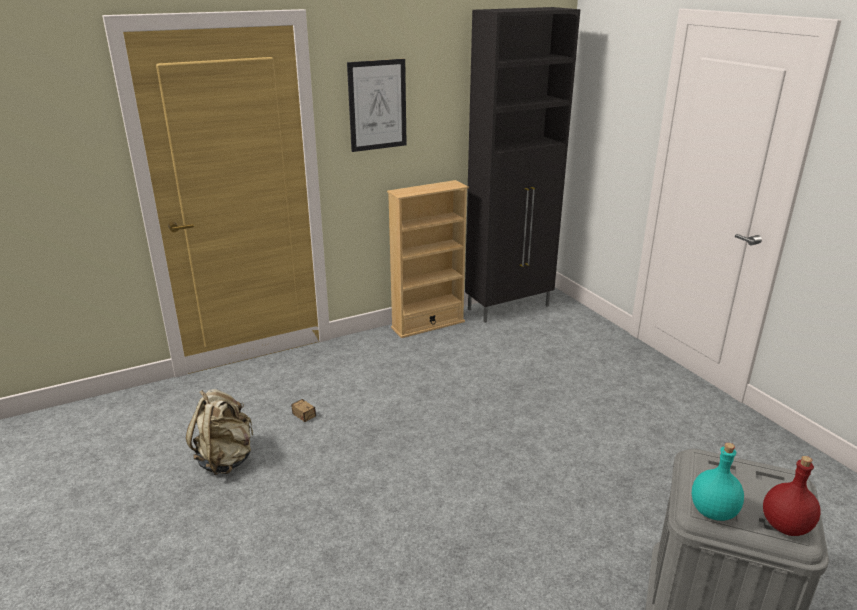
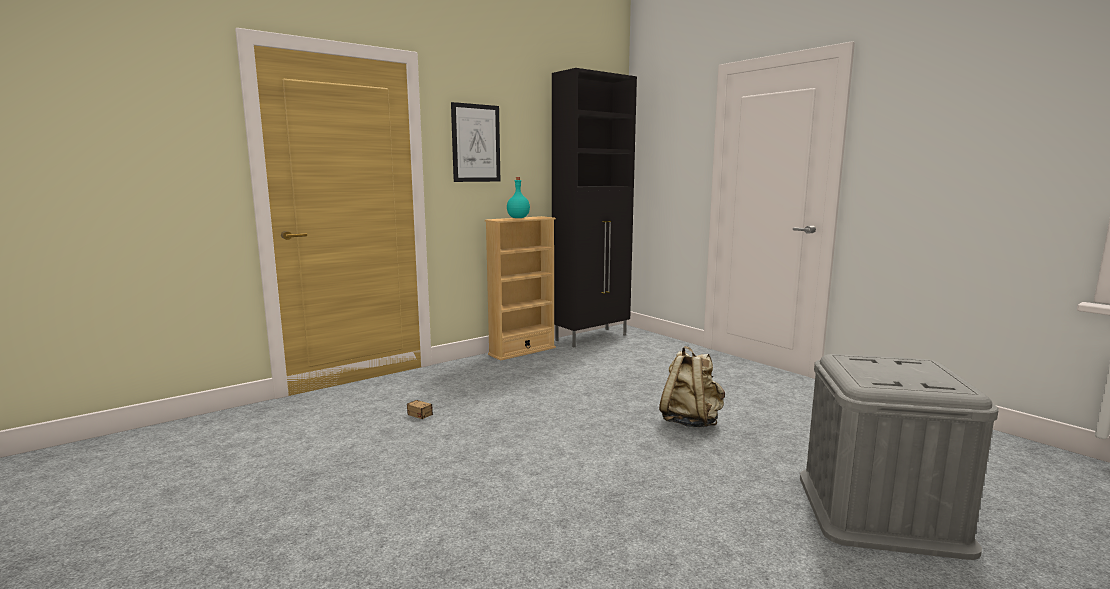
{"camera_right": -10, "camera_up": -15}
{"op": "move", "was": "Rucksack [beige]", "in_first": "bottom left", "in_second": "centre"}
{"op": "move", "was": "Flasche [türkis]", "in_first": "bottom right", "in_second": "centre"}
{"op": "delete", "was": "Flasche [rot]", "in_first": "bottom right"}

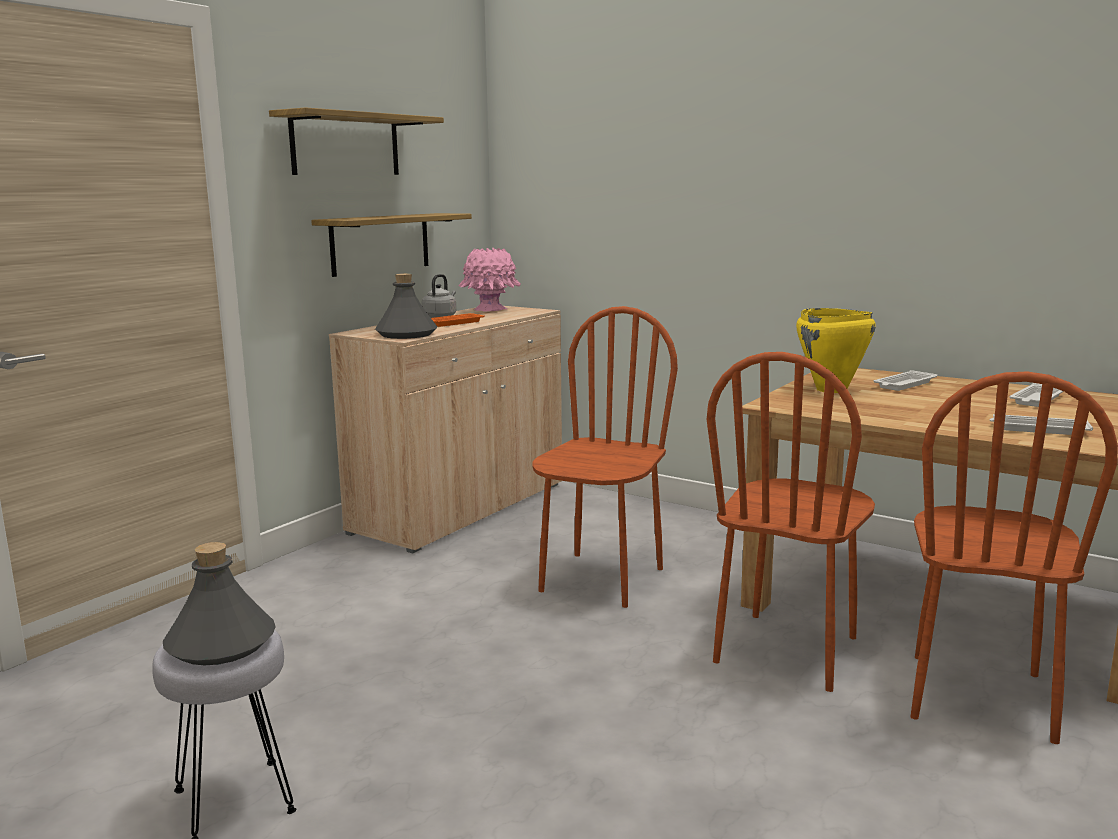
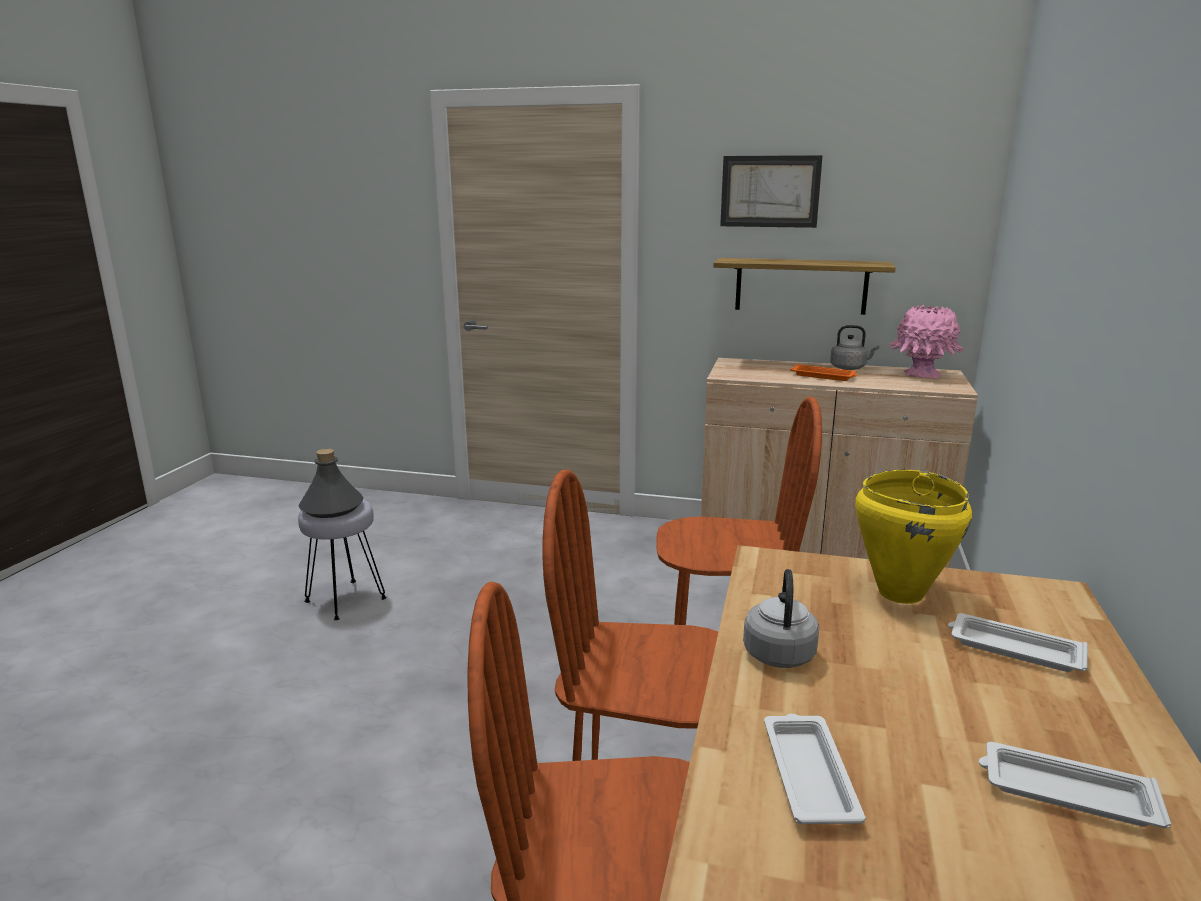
{"camera_right": 70, "camera_up": 5}
{"op": "replace", "was": "Wandregal (1st from left)", "now": "Bild", "in_first": "top left", "in_second": "top centre"}
{"op": "delete", "was": "Flasche [grau] (2nd from left)", "in_first": "centre"}
{"op": "insert", "now": "Wasserkessel [grau] (1st from left)", "in_second": "bottom centre"}

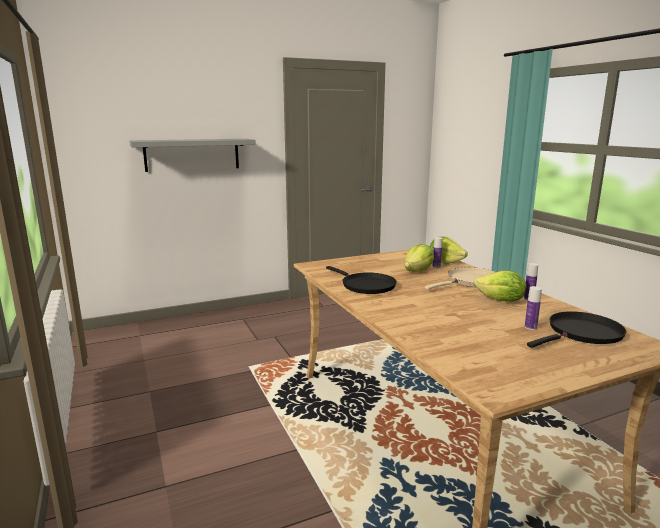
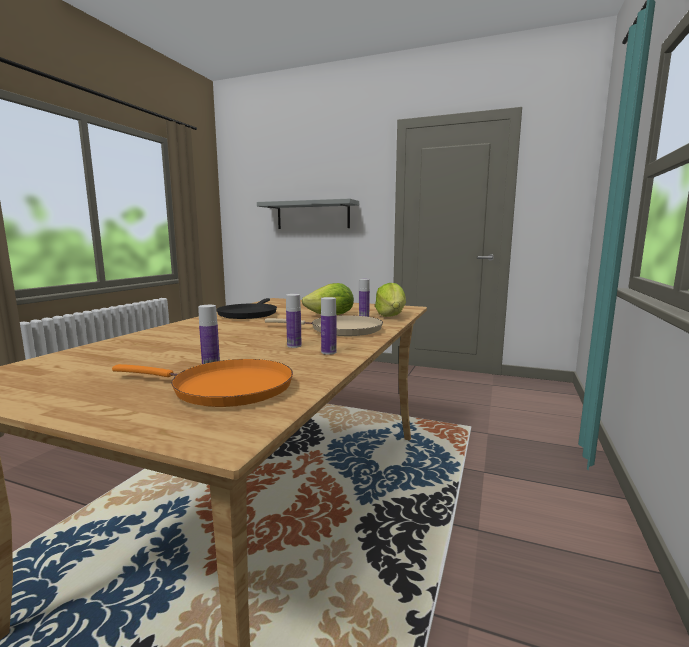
{"camera_right": 45, "camera_up": -5}
{"op": "replace", "was": "Salatkopf (3rd from left)", "now": "Flasche (2nd from left)", "in_first": "middle right", "in_second": "centre"}
{"op": "recolor", "was": "Pfanne [schwarz] (2nd from left)", "now": "Pfanne [orange]", "in_first": "middle right", "in_second": "middle left"}

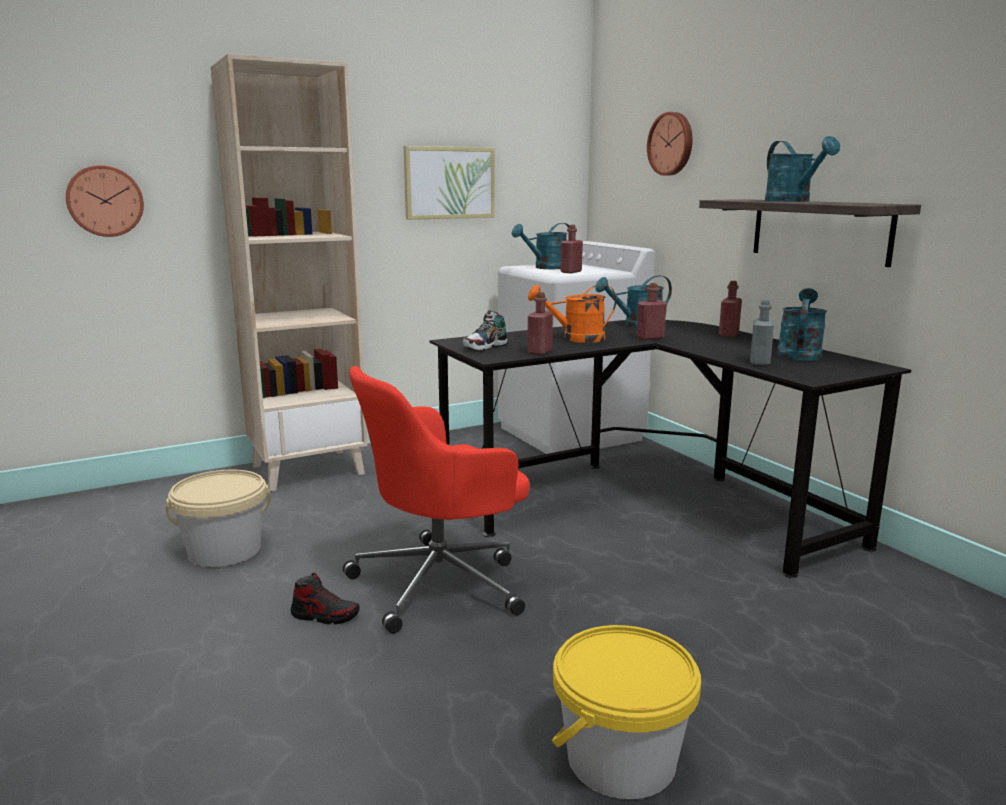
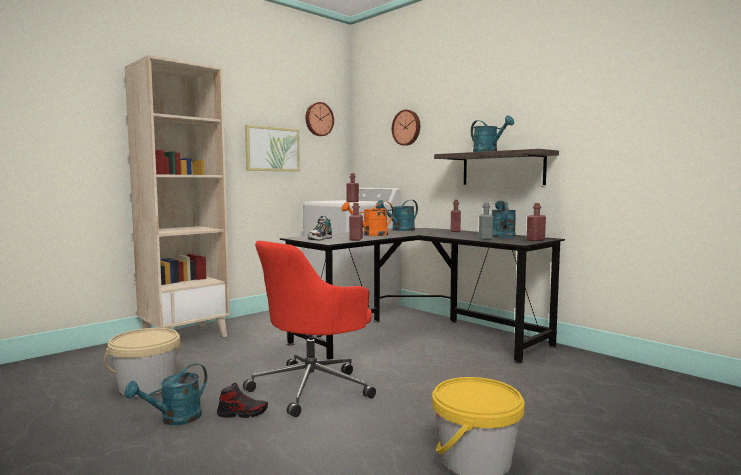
{"camera_right": -15, "camera_up": -10}
{"op": "move", "was": "Wanduhr (1st from left)", "in_first": "top left", "in_second": "top centre"}
{"op": "move", "was": "Gießkanne [türkis] (1st from left)", "in_first": "top centre", "in_second": "bottom left"}
{"op": "move", "was": "Flasche [rot] (3rd from left in the first image)", "now": "Flasche [rot] (4th from left)", "in_first": "centre", "in_second": "middle right"}

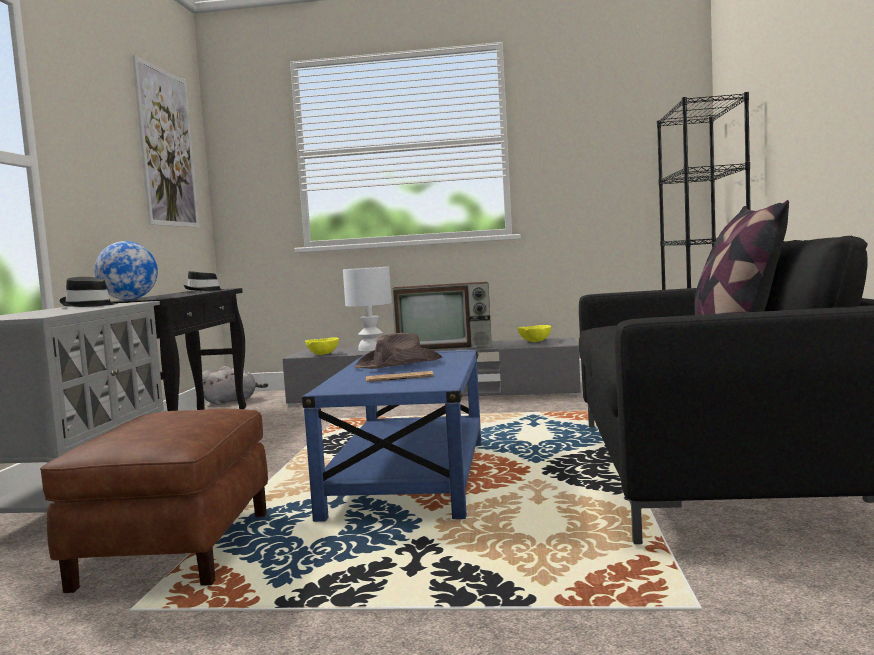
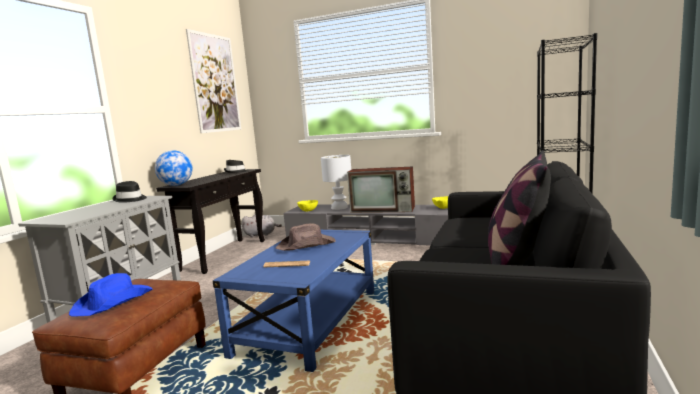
{"camera_right": 15, "camera_up": 5}
{"op": "insert", "now": "Hut [blau]", "in_second": "bottom left"}

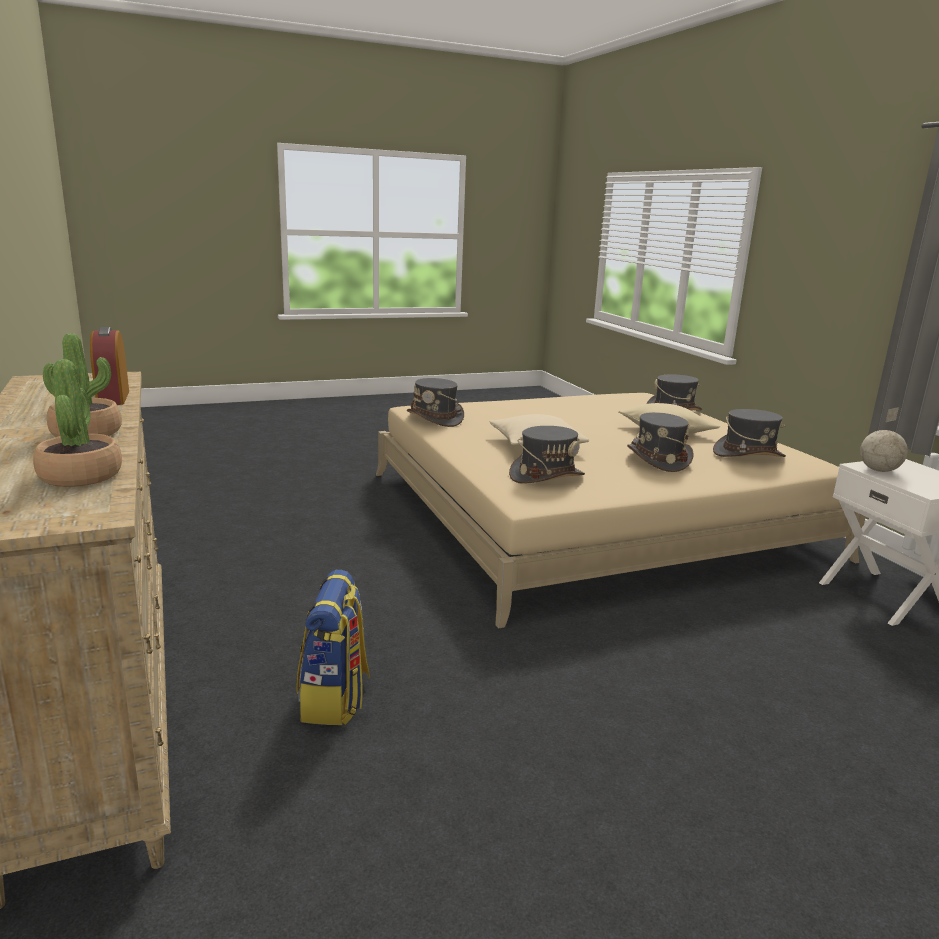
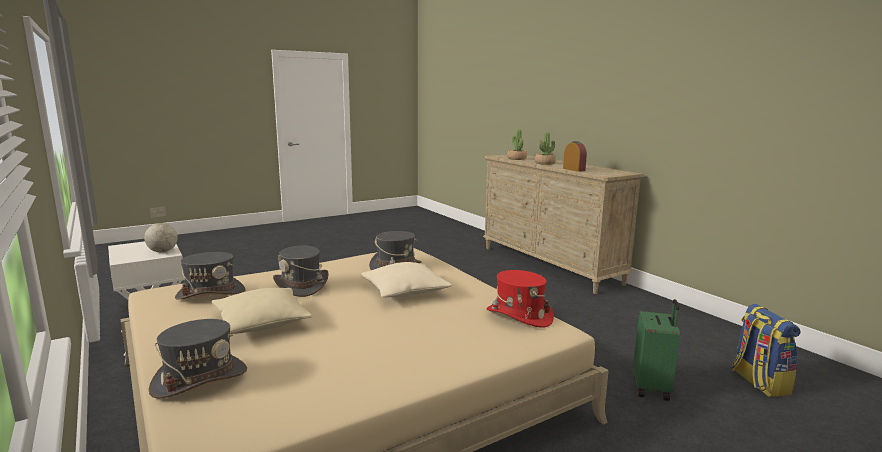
{"camera_right": 170, "camera_up": -5}
{"op": "move", "was": "Rucksack", "in_first": "bottom centre", "in_second": "bottom right"}
{"op": "recolor", "was": "Hut [grau] (1st from left)", "now": "Hut [rot]", "in_first": "centre", "in_second": "centre"}
{"op": "insert", "now": "Koffer [grün]", "in_second": "bottom right"}

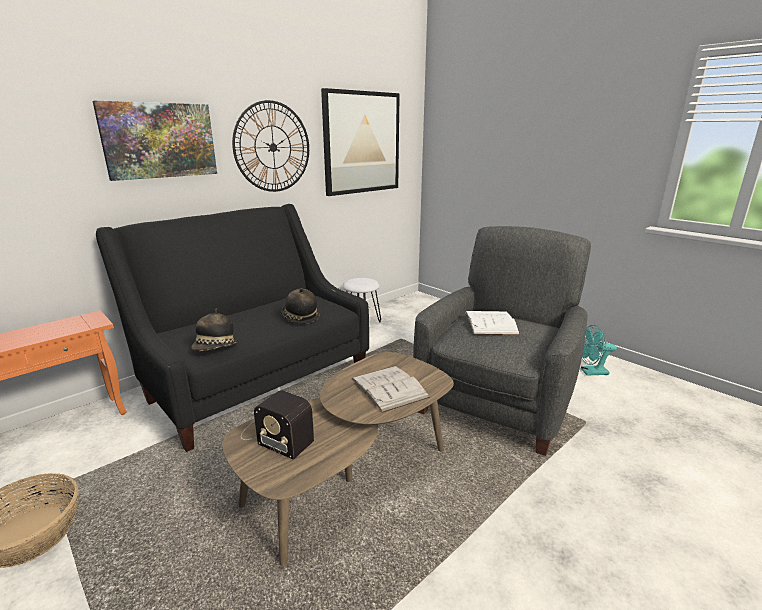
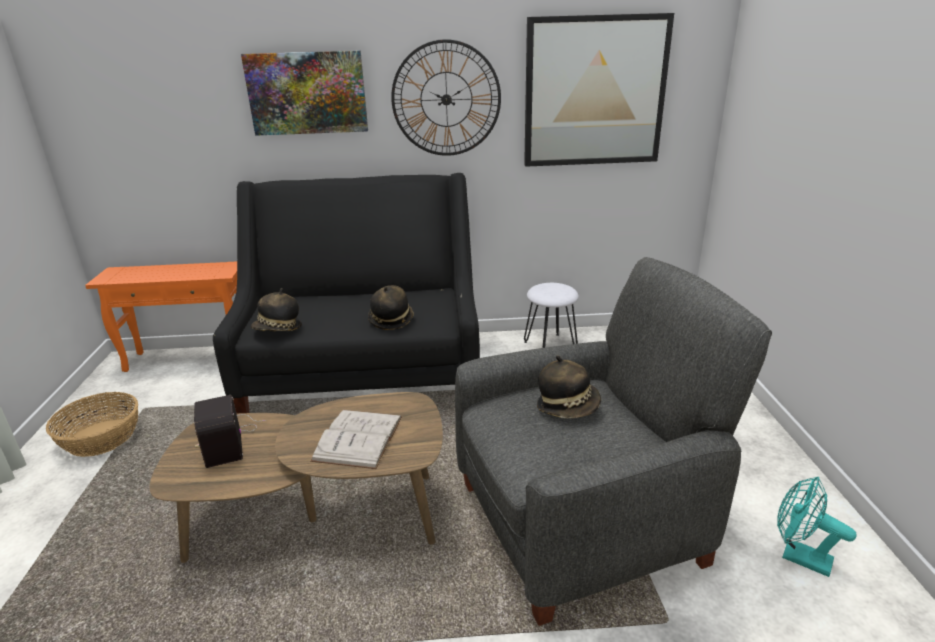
{"camera_right": 40, "camera_up": 5}
{"op": "replace", "was": "Buch [weiß] (2nd from left)", "now": "Hut (3rd from left)", "in_first": "centre", "in_second": "centre"}

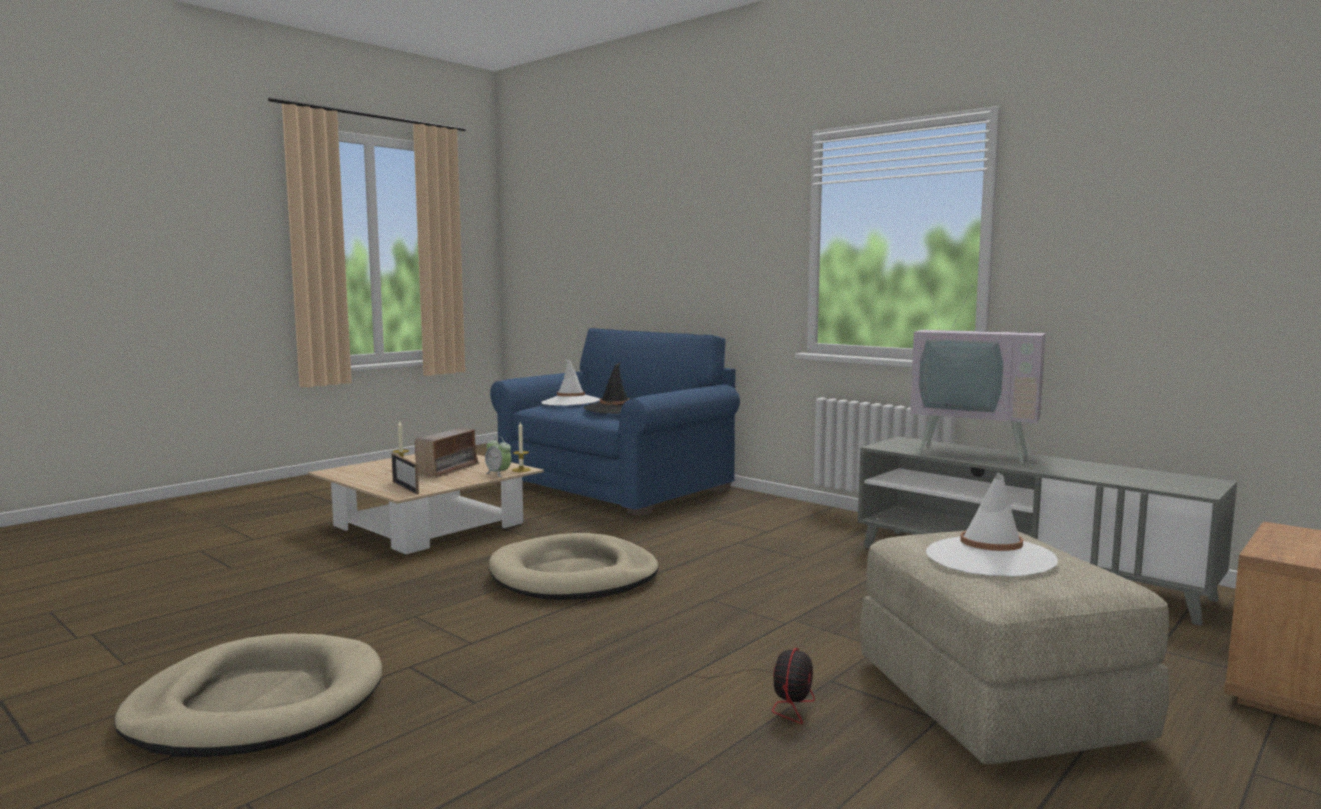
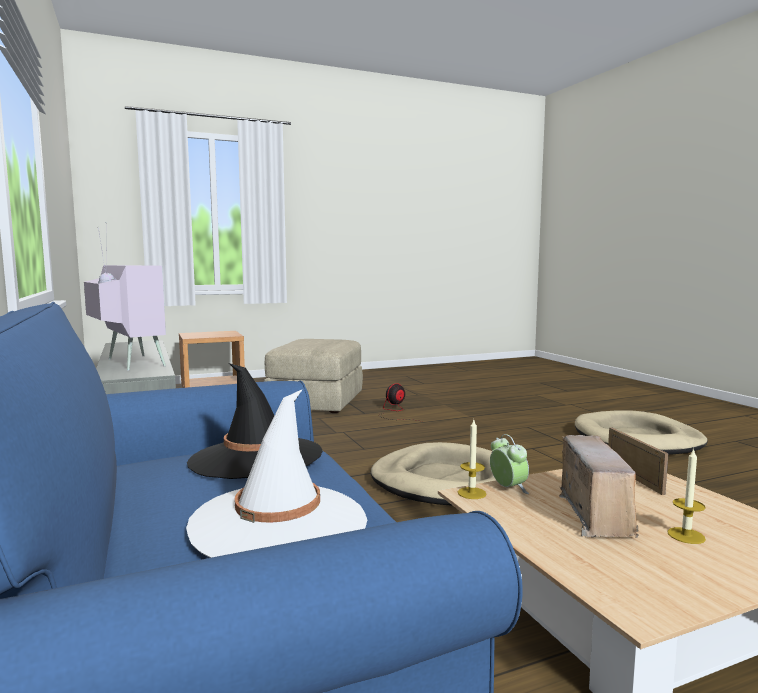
{"camera_right": -155, "camera_up": 0}
{"op": "rotate", "was": "Radio", "in_first": "centre", "in_second": "bottom right", "clockwise": 135}
{"op": "delete", "was": "Hut [weiß] (2nd from left)", "in_first": "middle right"}

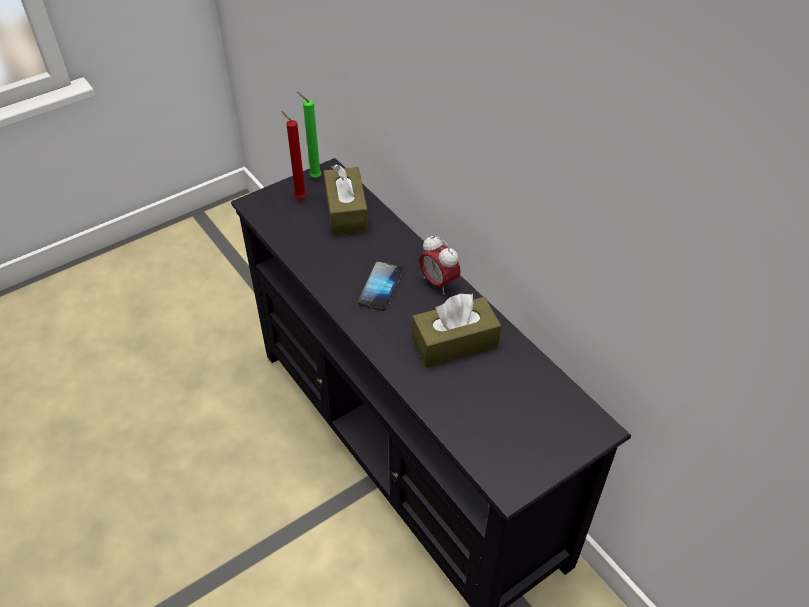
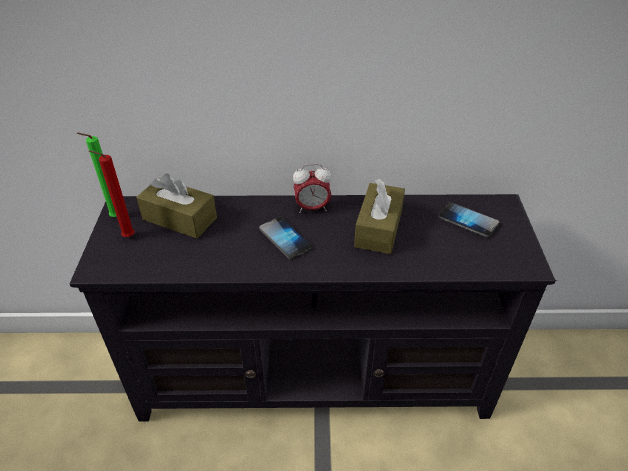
{"camera_right": -55, "camera_up": -5}
{"op": "insert", "now": "Handy (2nd from left)", "in_second": "middle right"}

